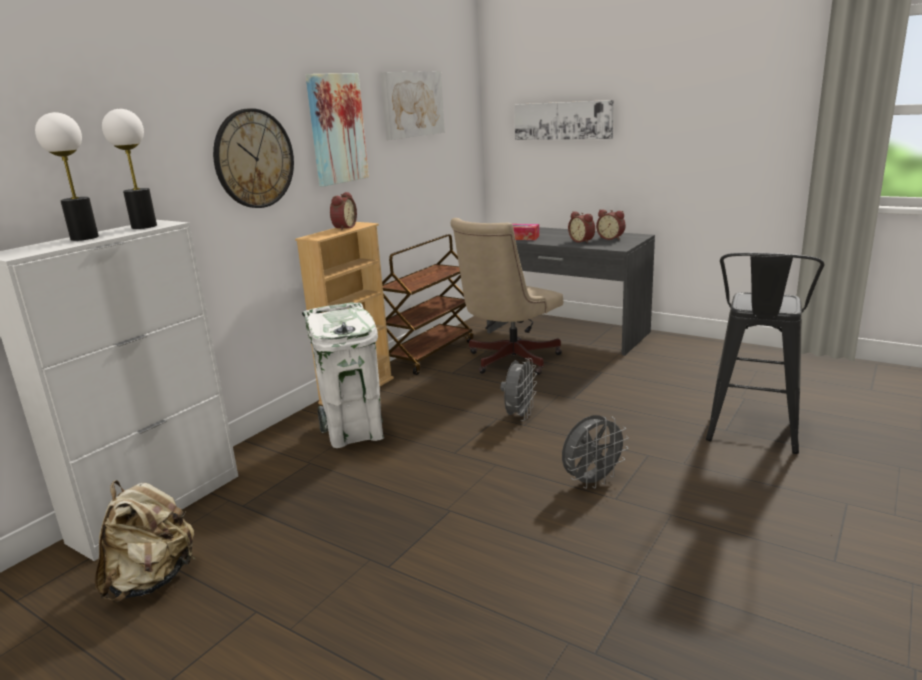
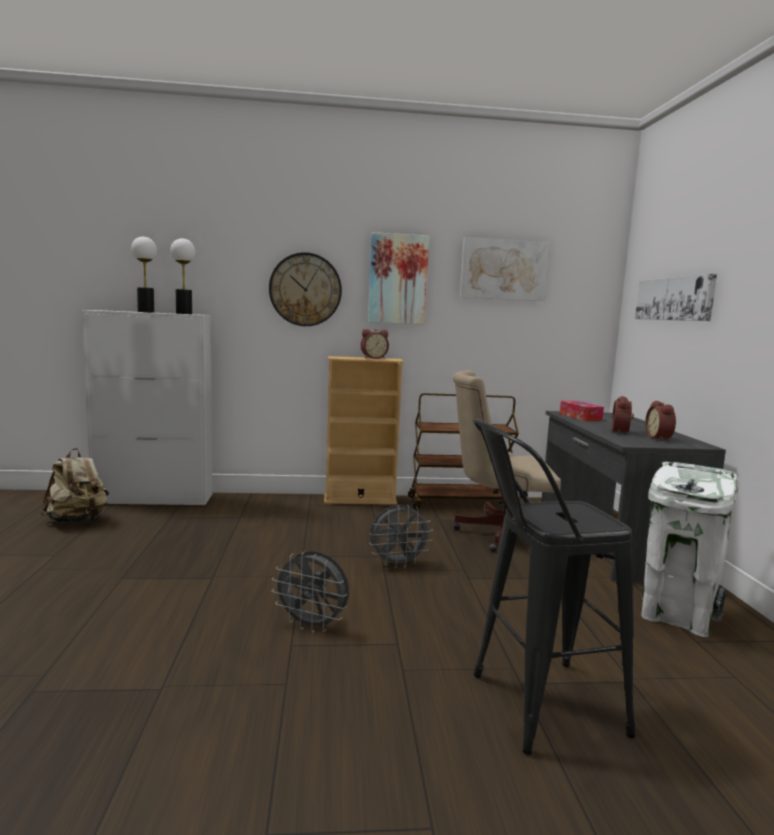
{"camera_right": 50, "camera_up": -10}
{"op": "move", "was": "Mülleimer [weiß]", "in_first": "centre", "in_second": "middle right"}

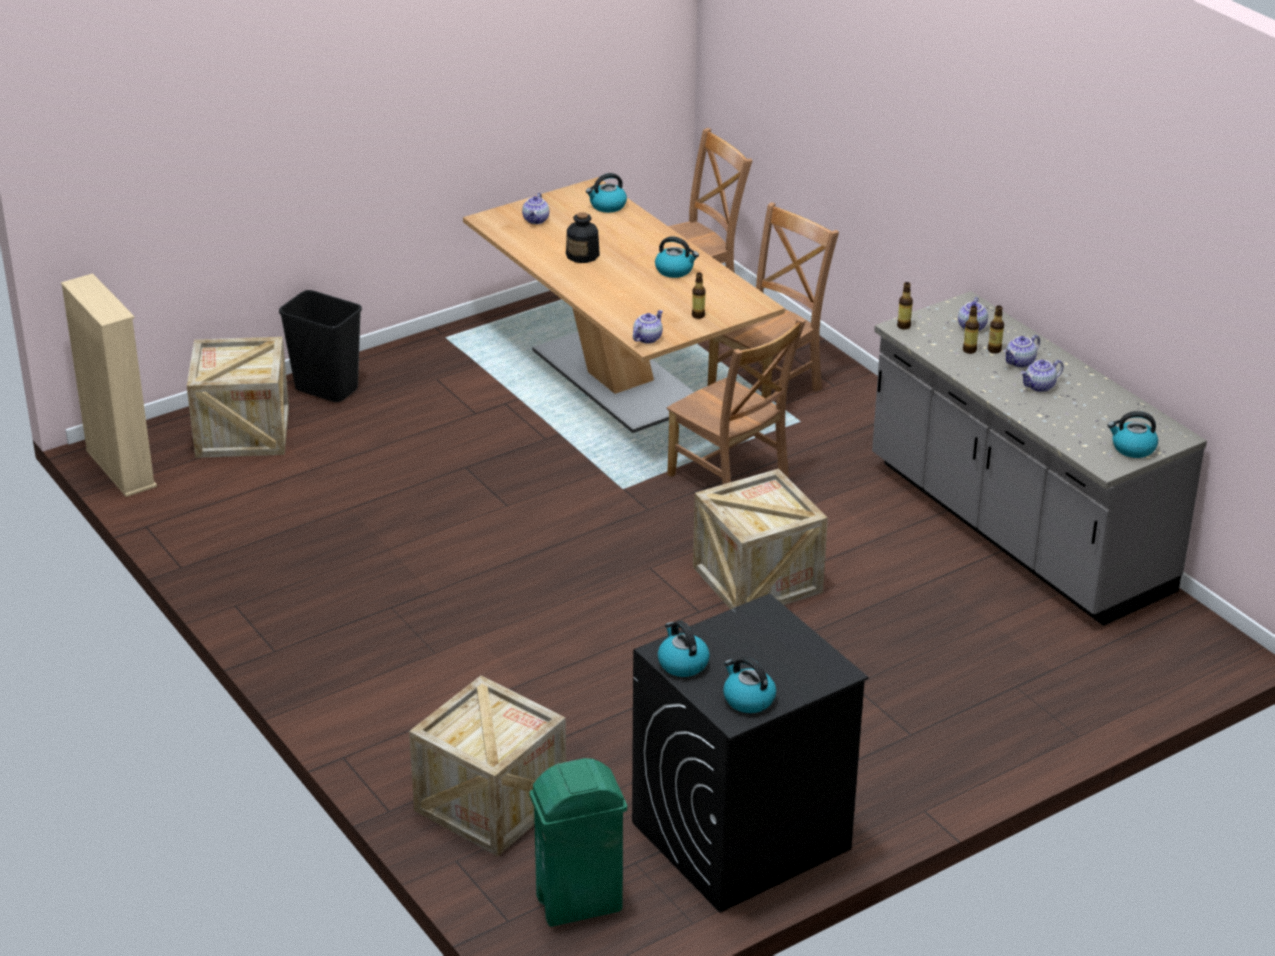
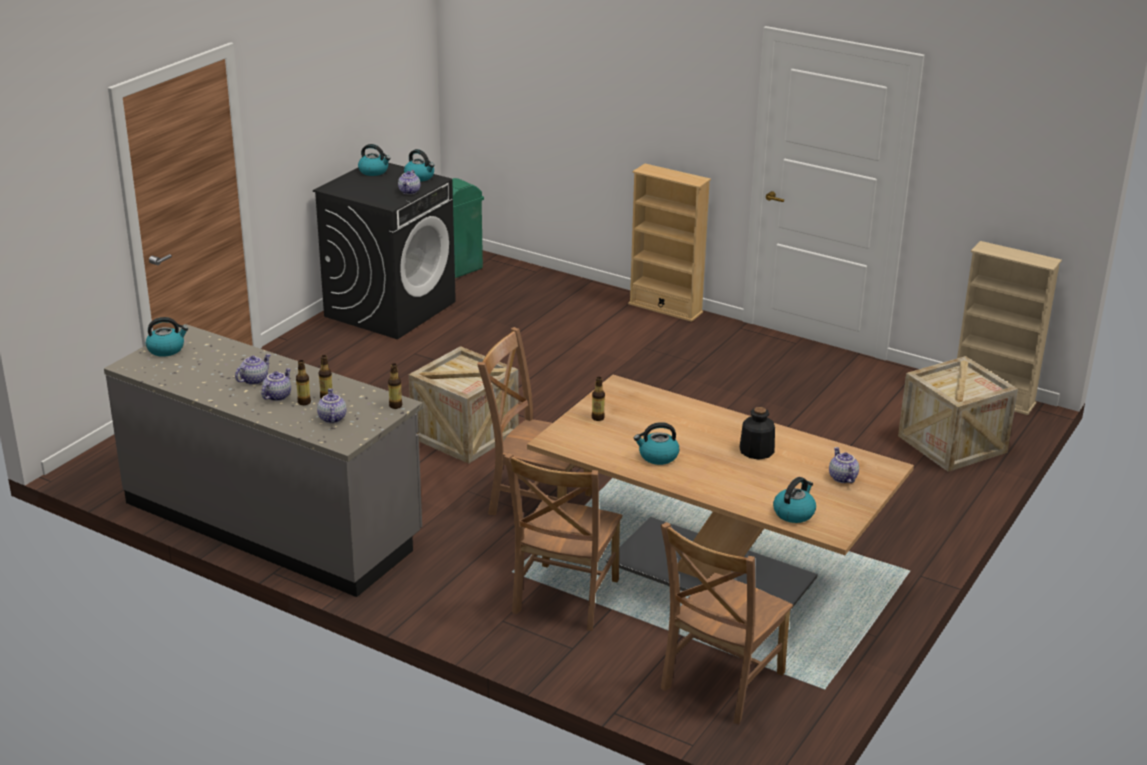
{"camera_right": 155, "camera_up": -5}
{"op": "delete", "was": "Mülleimer [schwarz]", "in_first": "middle left"}
{"op": "delete", "was": "Kiste (2nd from left)", "in_first": "bottom centre"}
{"op": "move", "was": "Teekanne (2nd from left in the first image)", "now": "Teekanne (4th from left)", "in_first": "centre", "in_second": "top centre"}
{"op": "insert", "now": "Bücherregal [beige] (1st from left)", "in_second": "top centre"}

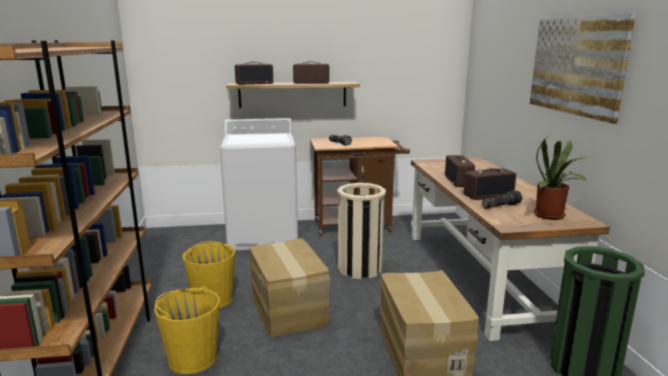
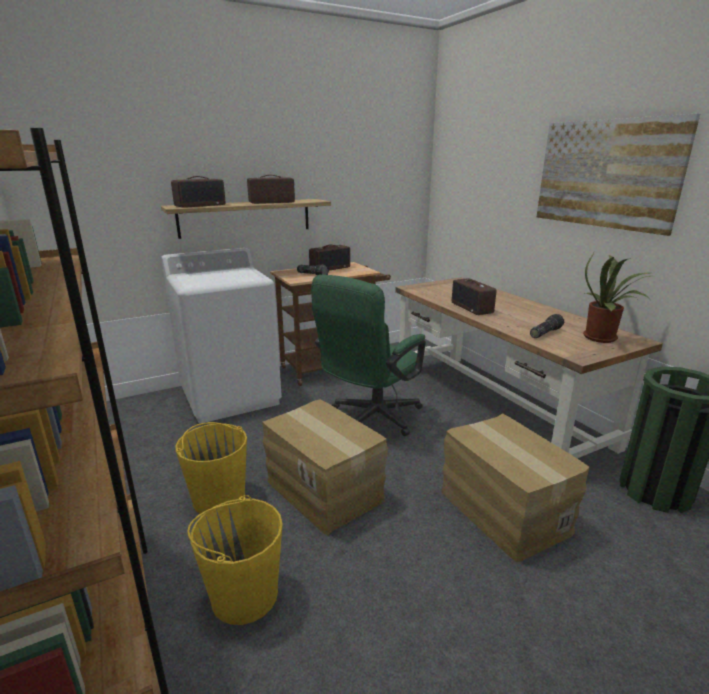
{"camera_right": -20, "camera_up": 5}
{"op": "replace", "was": "Mülleimer [beige]", "now": "Bürostuhl [grün]", "in_first": "centre", "in_second": "centre"}
{"op": "move", "was": "Radio (4th from left in the first image)", "now": "Radio (3rd from left)", "in_first": "middle right", "in_second": "centre"}

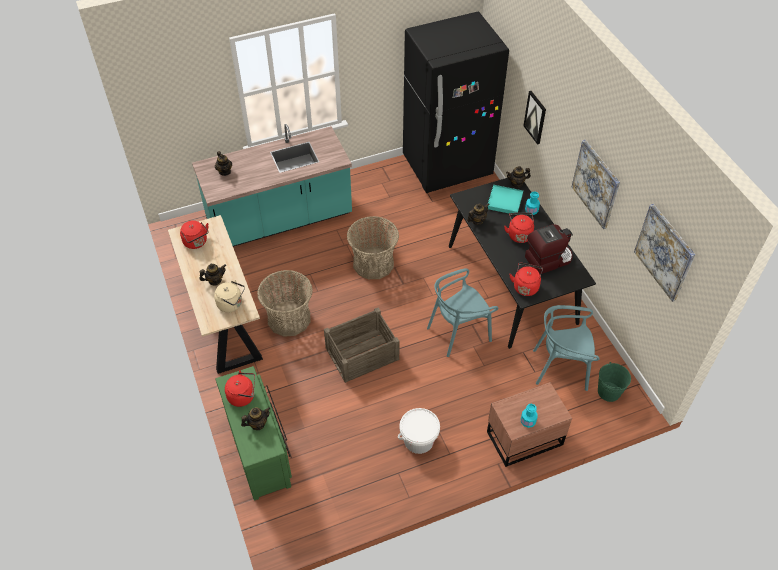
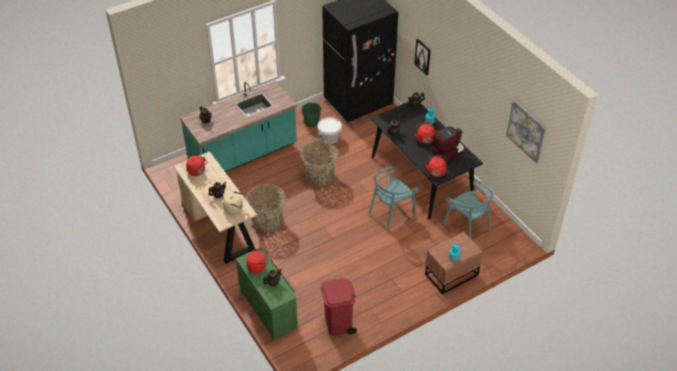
{"camera_right": -10, "camera_up": -5}
{"op": "delete", "was": "Kiste", "in_first": "centre"}
{"op": "move", "was": "Eimer [weiß]", "in_first": "bottom centre", "in_second": "centre"}
{"op": "delete", "was": "Tablett [türkis]", "in_first": "centre"}
{"op": "rotate", "was": "Stuhl [türkis] (2nd from left)", "in_first": "middle right", "in_second": "middle right", "clockwise": -120}
{"op": "delete", "was": "Bild (2nd from left)", "in_first": "top right"}
{"op": "move", "was": "Eimer [grün]", "in_first": "bottom right", "in_second": "top centre"}
{"op": "insert", "now": "Mülleimer [rot]", "in_second": "bottom centre"}

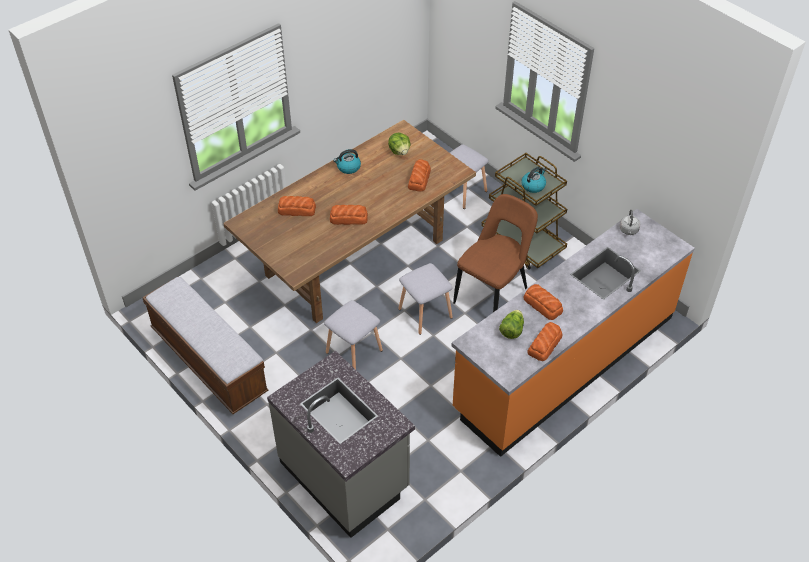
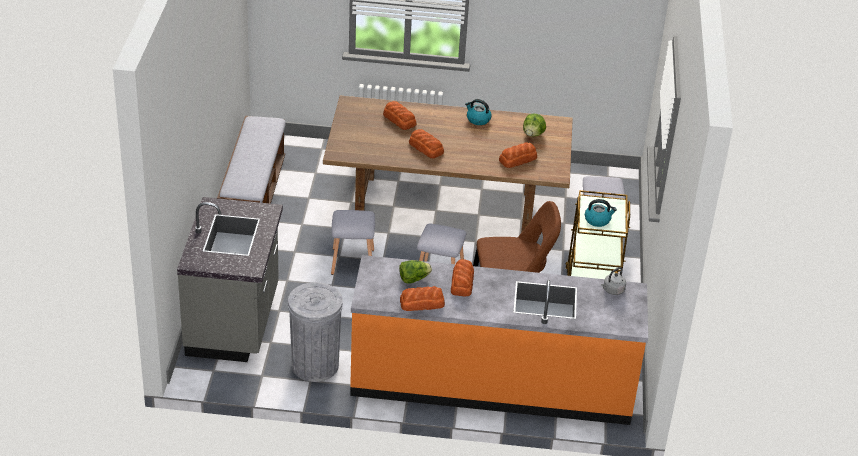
{"camera_right": 45, "camera_up": -10}
{"op": "insert", "now": "Mülleimer [grau]", "in_second": "bottom centre"}

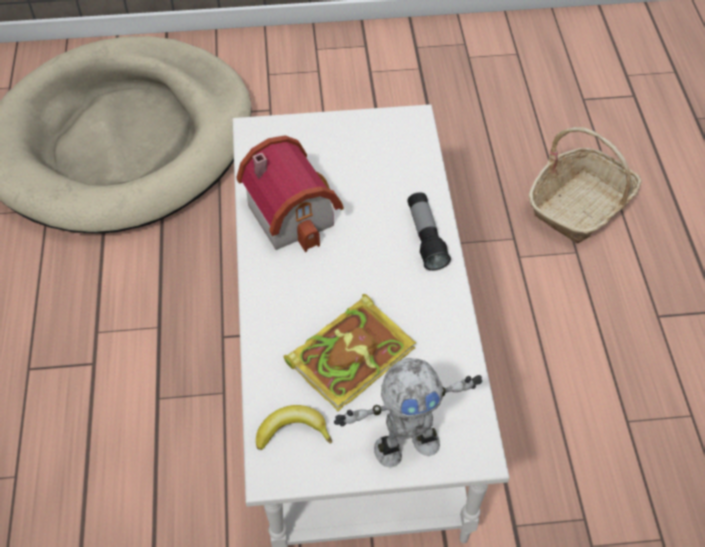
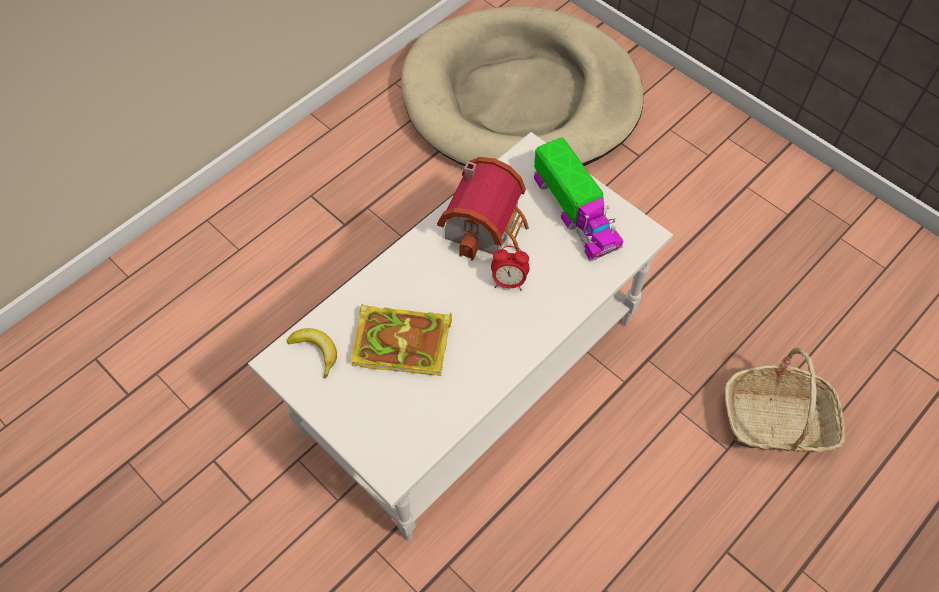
{"camera_right": 50, "camera_up": 5}
{"op": "delete", "was": "Spielzeugroboter", "in_first": "bottom centre"}
{"op": "delete", "was": "Taschenlampe", "in_first": "centre"}
{"op": "insert", "now": "Wecker", "in_second": "centre"}
{"op": "insert", "now": "Spielzeuglaster", "in_second": "centre"}

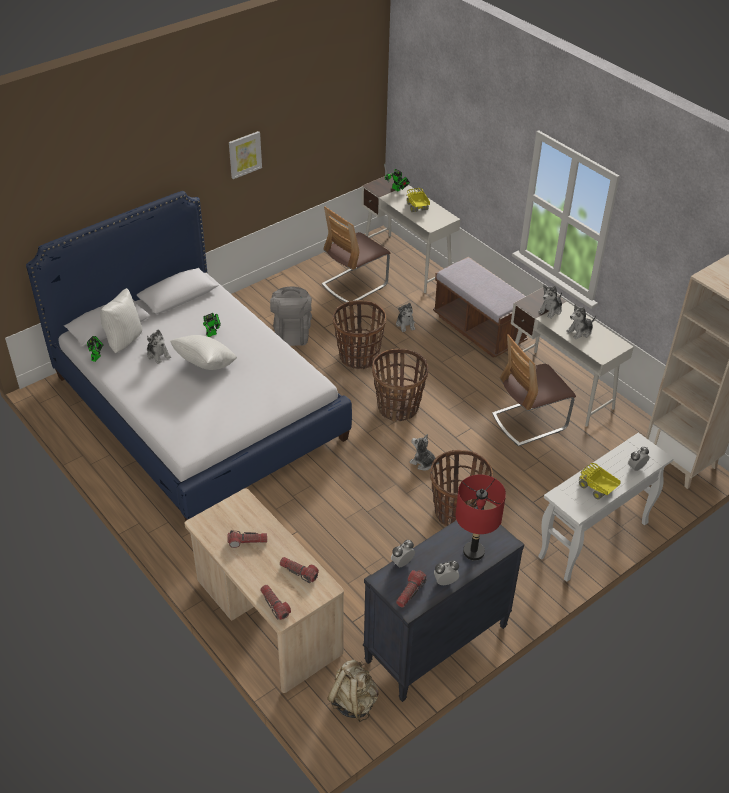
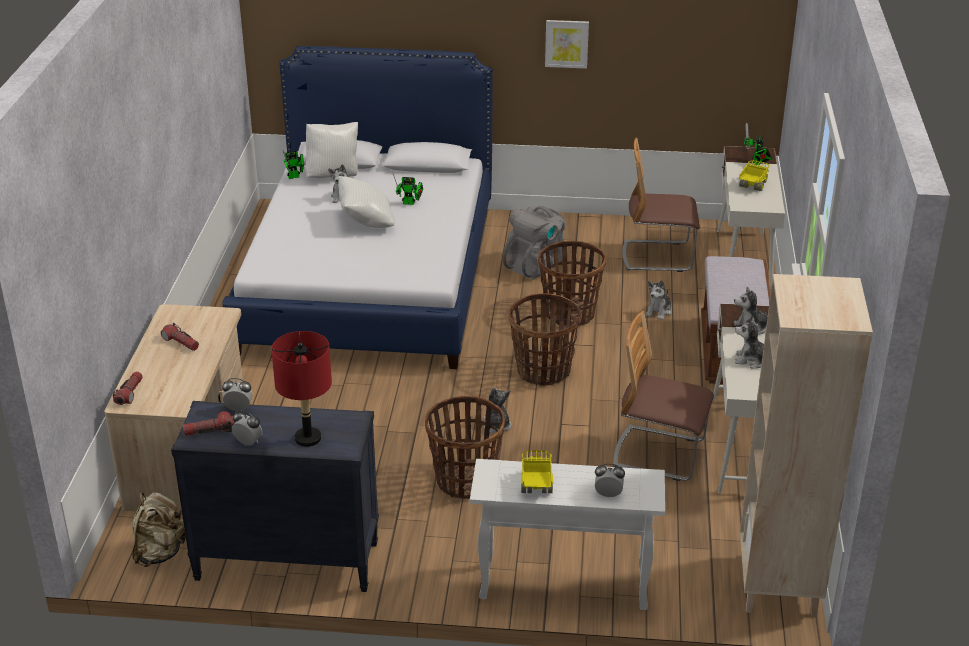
{"camera_right": 45, "camera_up": -10}
{"op": "delete", "was": "Taschenlampe (3rd from left)", "in_first": "bottom centre"}

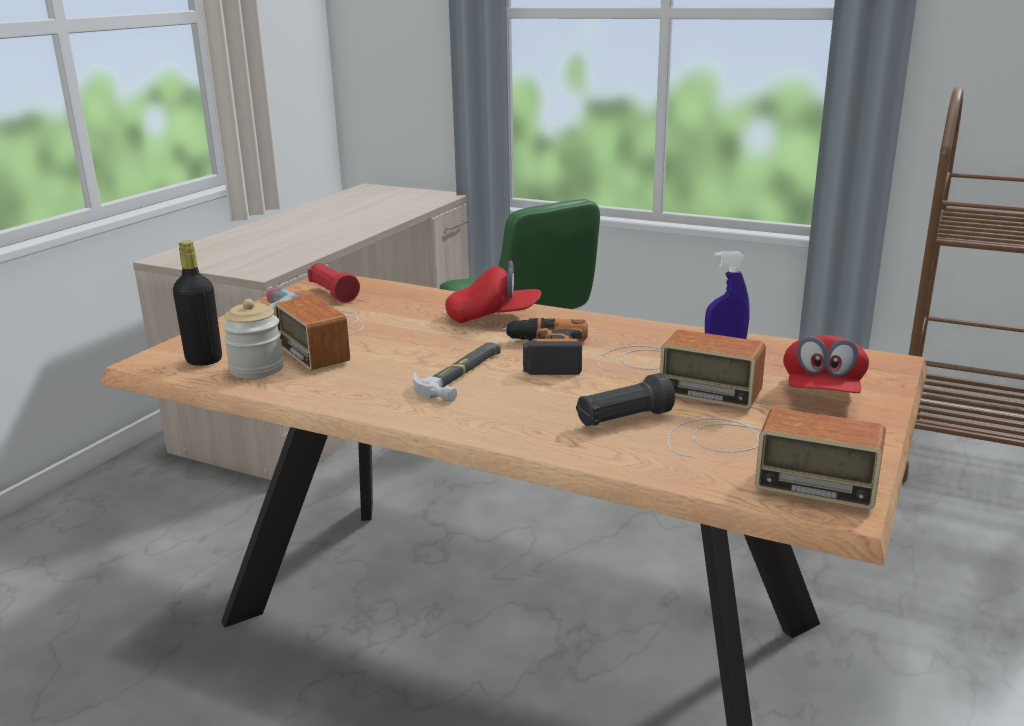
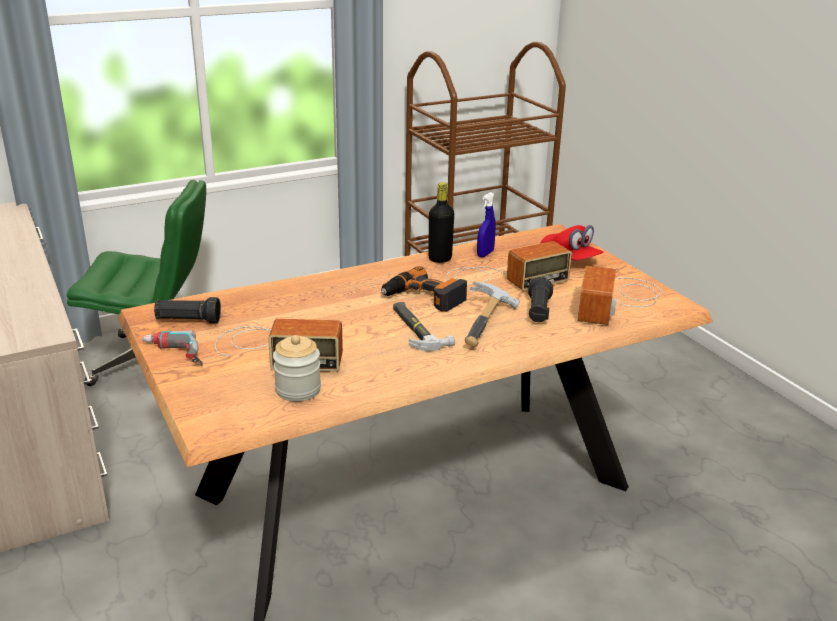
{"camera_right": -55, "camera_up": 5}
{"op": "move", "was": "Flasche [schwarz]", "in_first": "middle left", "in_second": "centre"}
{"op": "recolor", "was": "Taschenlampe [rot]", "now": "Taschenlampe [schwarz] (1st from left)", "in_first": "middle left", "in_second": "middle left"}
{"op": "delete", "was": "Kappe [rot] (1st from left)", "in_first": "centre"}
{"op": "rotate", "was": "Radio (3rd from left)", "in_first": "middle right", "in_second": "middle right", "clockwise": 135}
{"op": "insert", "now": "Hammer (2nd from left)", "in_second": "centre"}

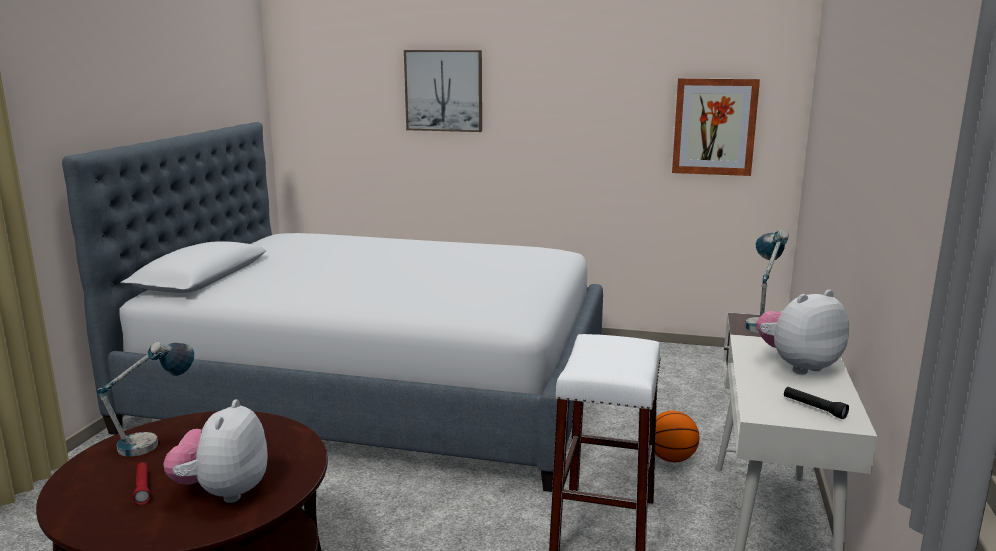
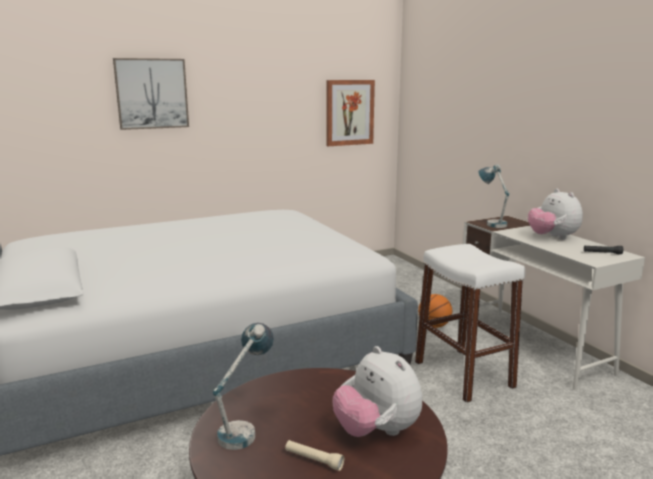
{"camera_right": -40, "camera_up": 0}
{"op": "recolor", "was": "Taschenlampe [rot]", "now": "Taschenlampe [beige]", "in_first": "bottom left", "in_second": "bottom centre"}
{"op": "rotate", "was": "Plüschtier (2nd from left)", "in_first": "middle right", "in_second": "middle right", "clockwise": -45}

